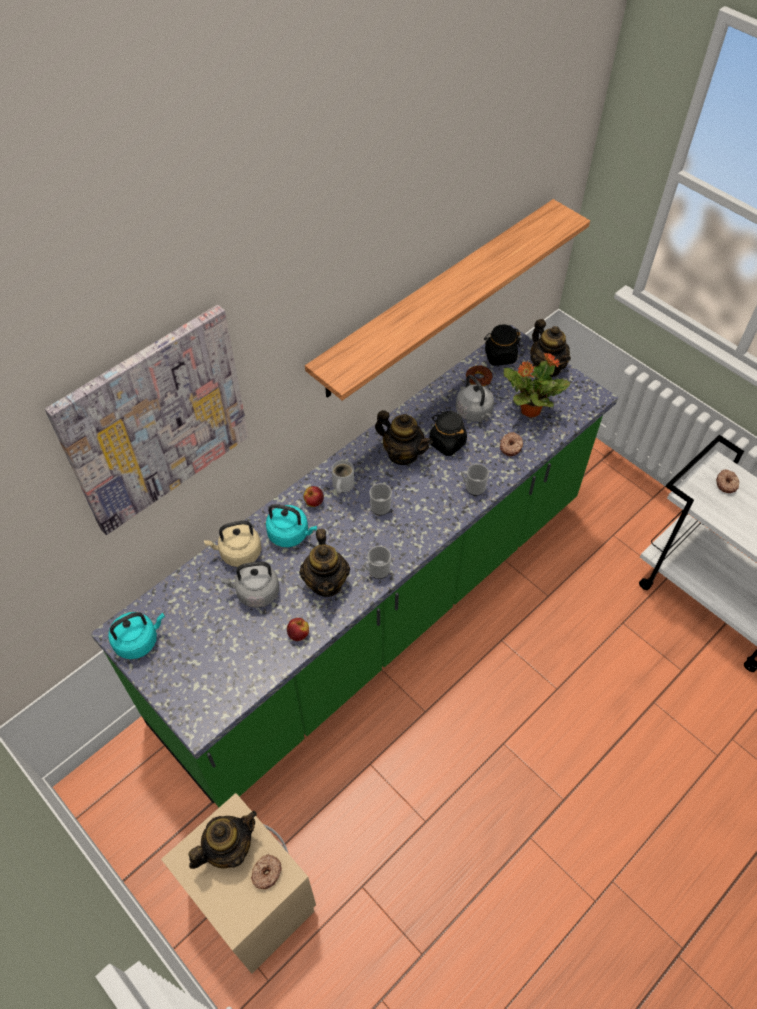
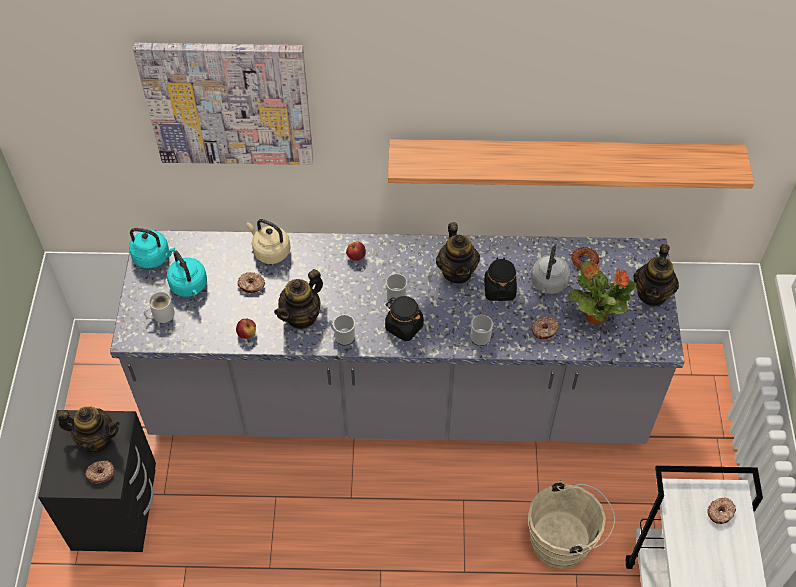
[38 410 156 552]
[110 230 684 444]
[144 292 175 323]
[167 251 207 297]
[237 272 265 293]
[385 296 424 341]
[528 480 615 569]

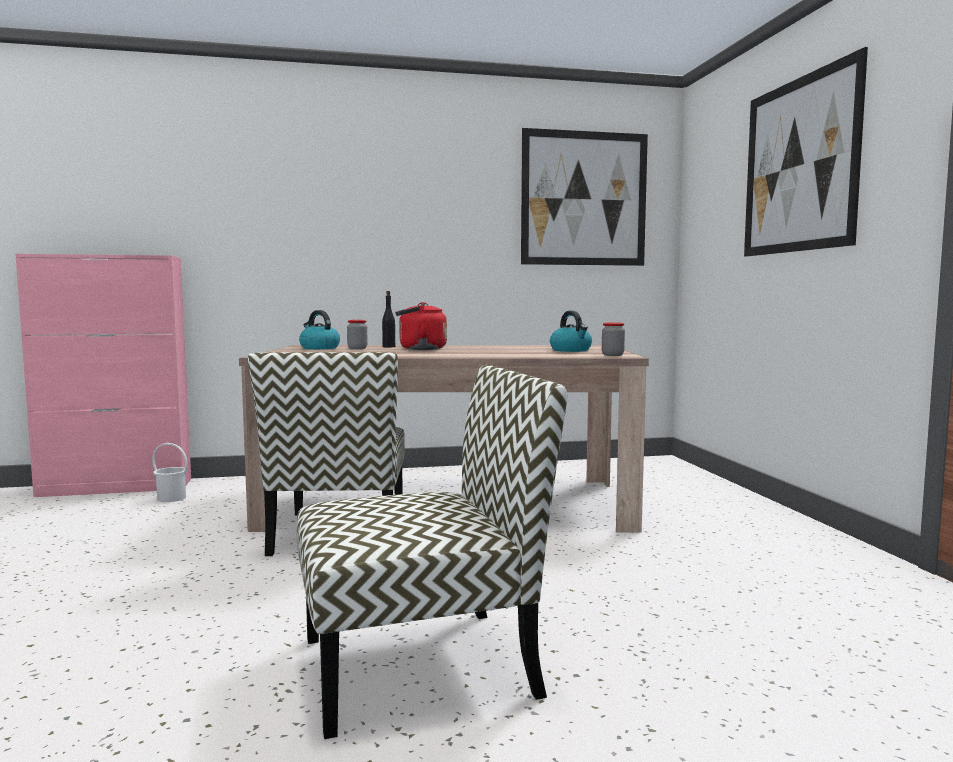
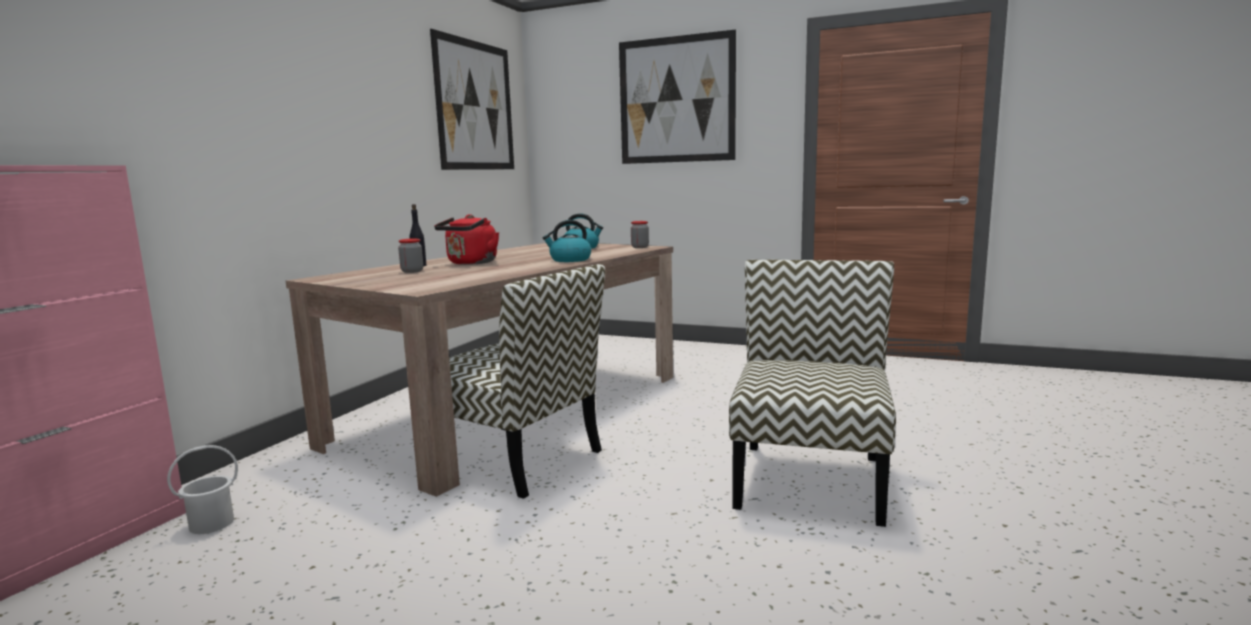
[543 220 591 262]

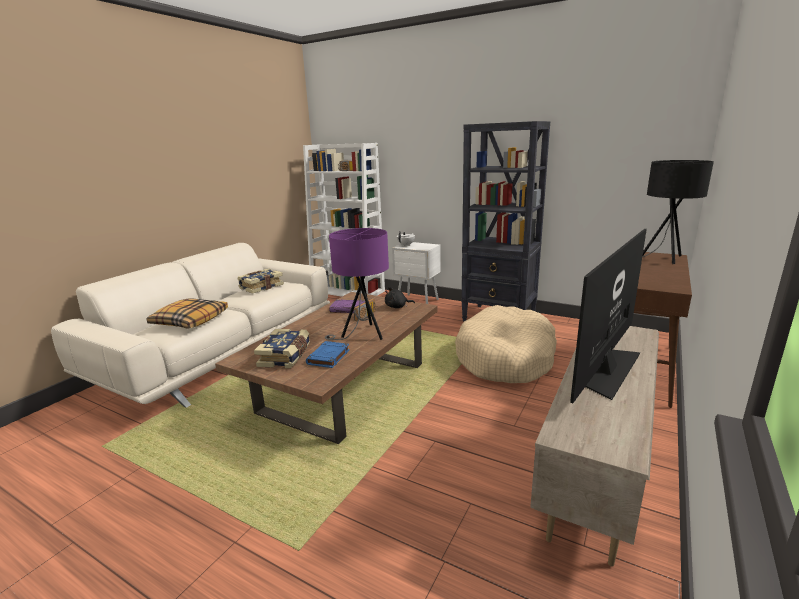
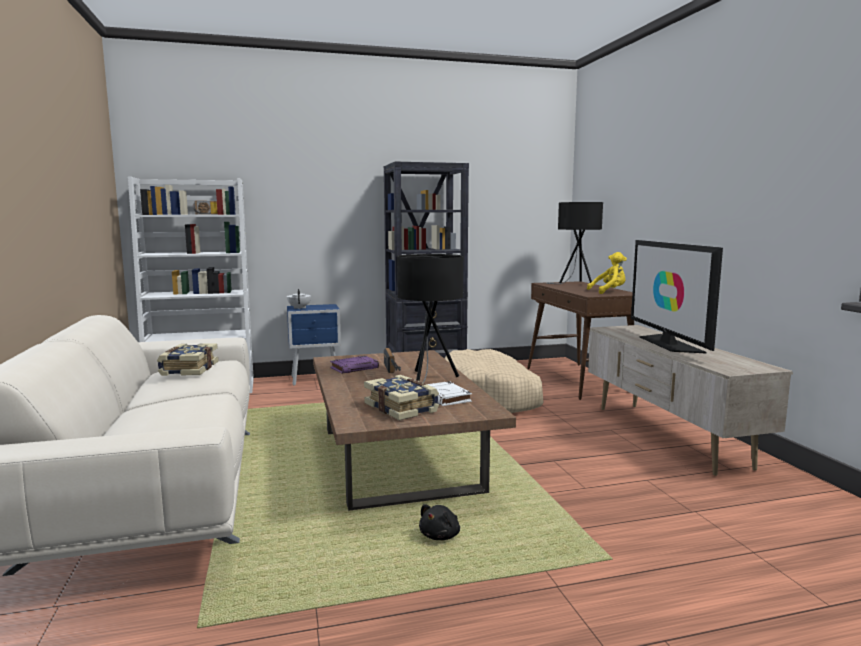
[287 304 341 386]
[397 254 463 383]
[419 504 460 540]
[428 381 472 406]
[587 252 627 294]
[146 298 228 329] (first image)

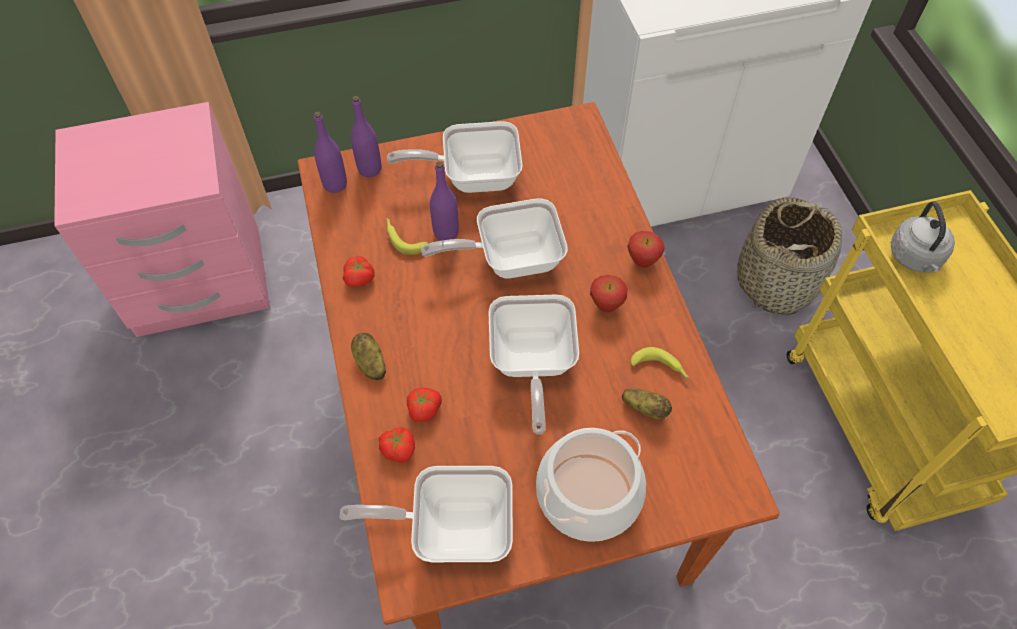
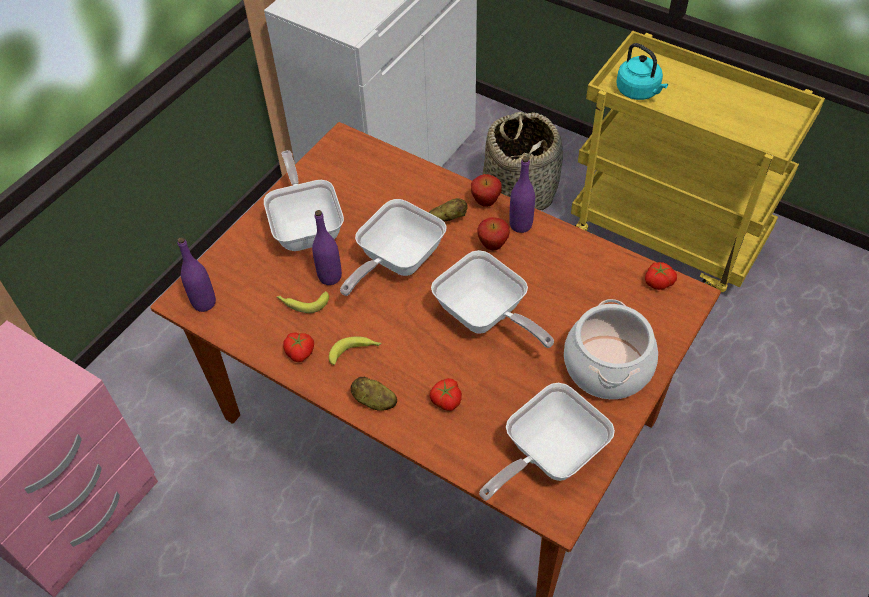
[264 150 344 251]
[329 336 381 365]
[428 198 468 221]
[509 157 535 233]
[616 43 668 100]
[645 262 677 290]

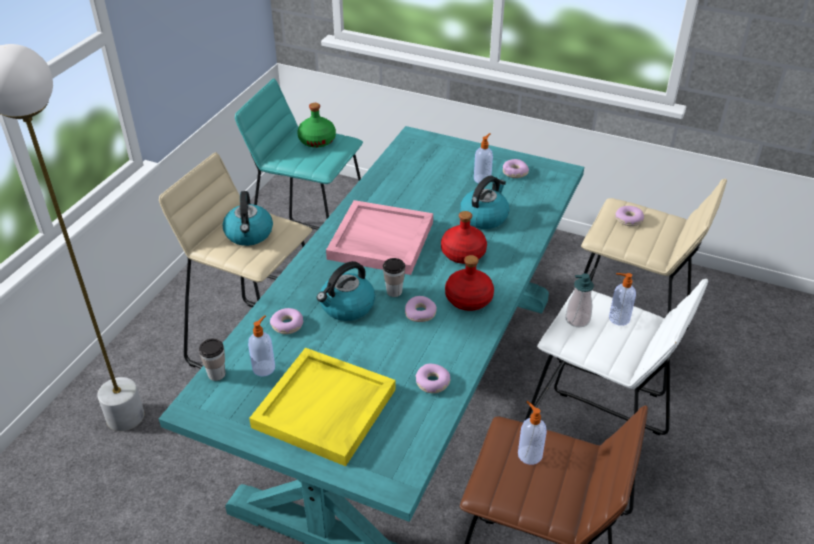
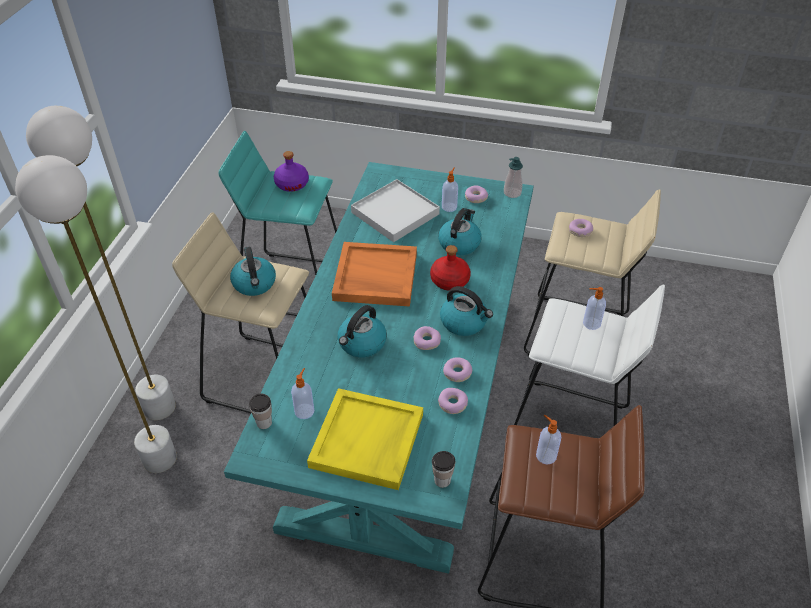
[26 106 176 420]
[274 151 309 192]
[332 242 417 307]
[351 179 440 242]
[432 451 455 488]
[440 286 493 336]
[443 357 472 382]
[504 157 523 198]

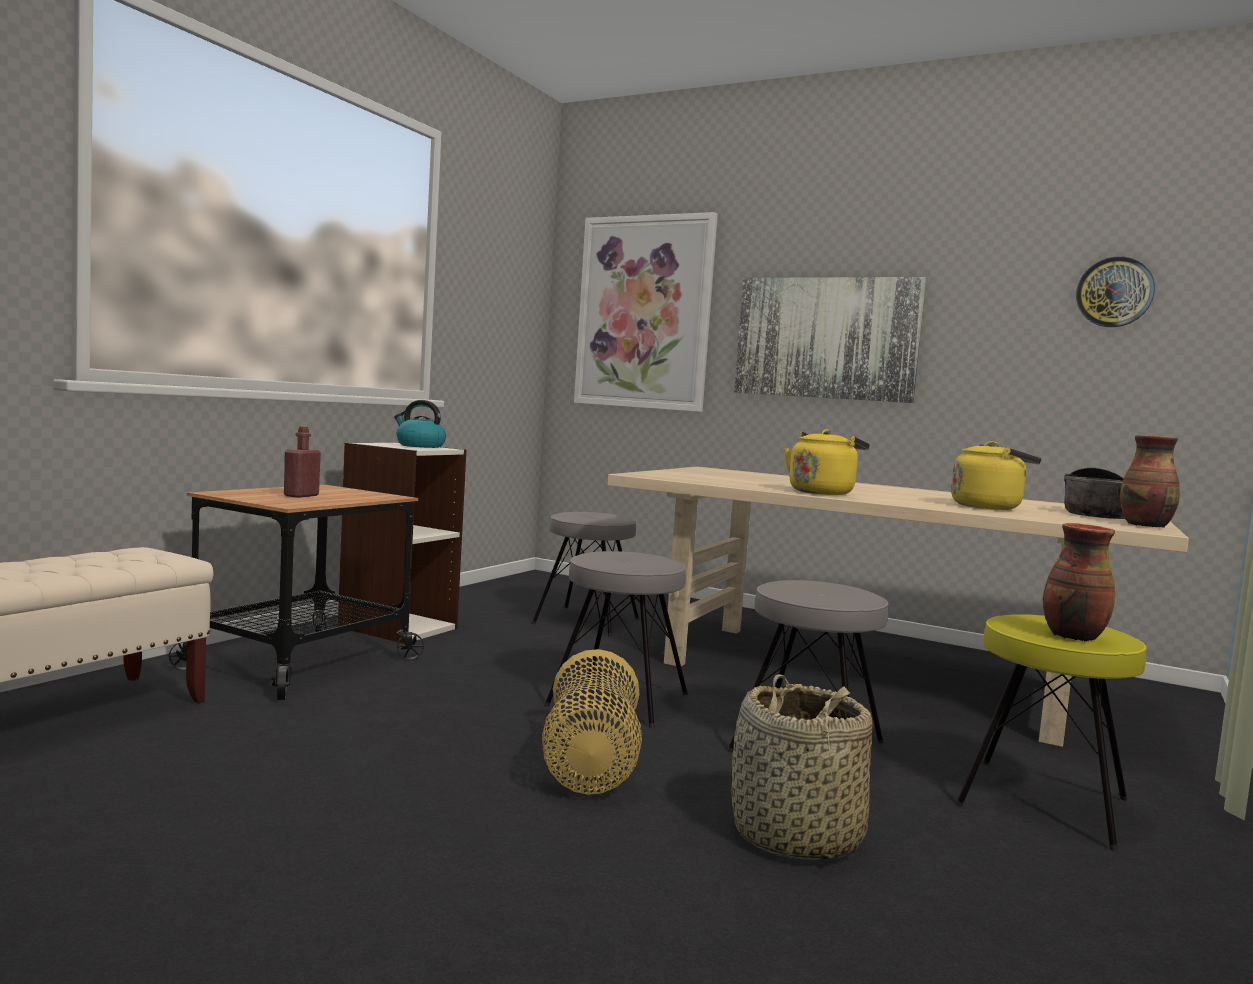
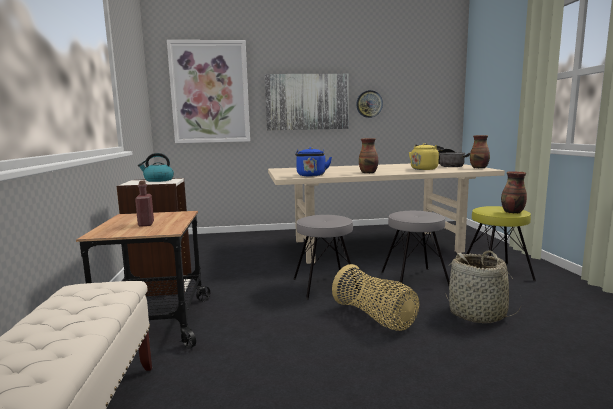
[295 147 332 176]
[356 90 383 118]
[359 138 378 174]
[531 512 639 637] (first image)

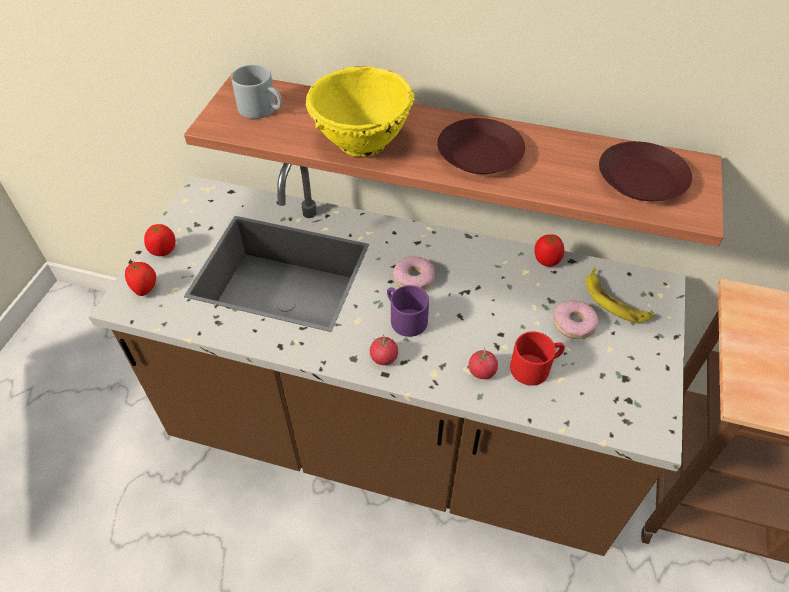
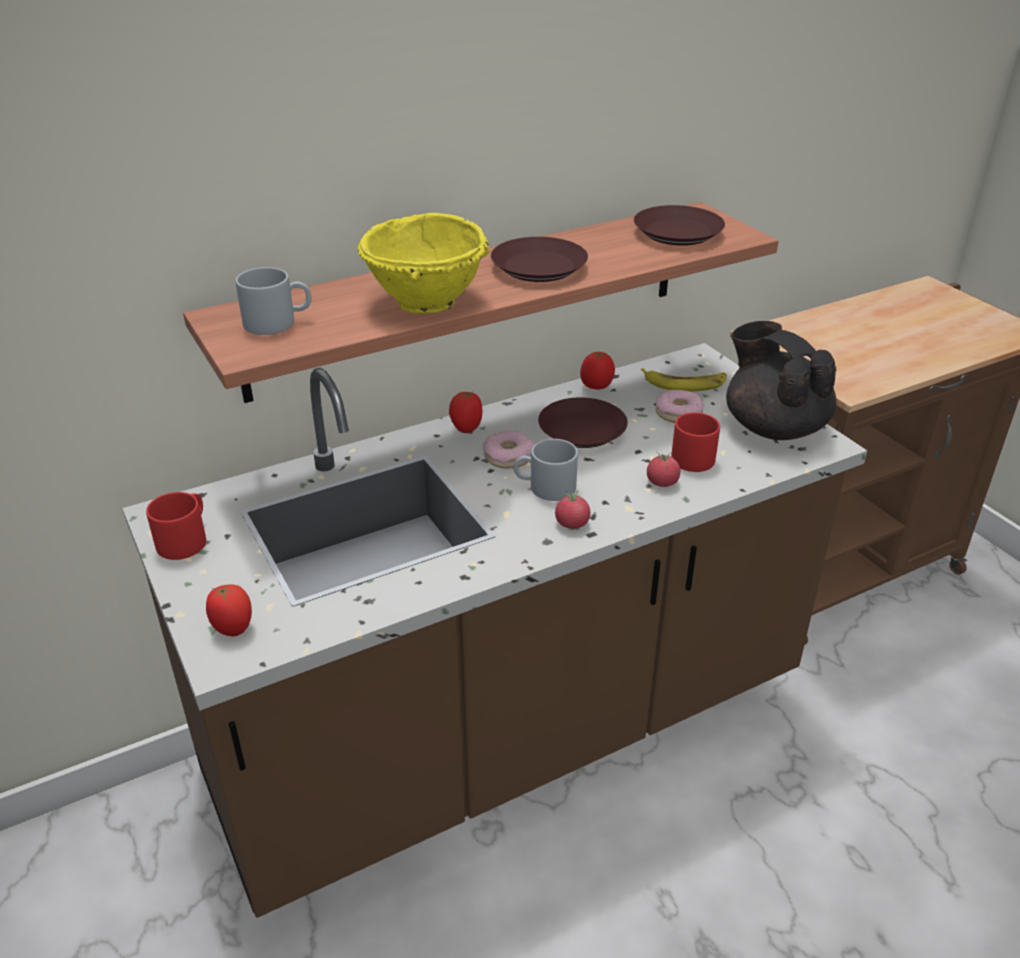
[146 492 206 560]
[449 391 482 433]
[513 439 578 501]
[538 397 628 448]
[726 321 837 440]

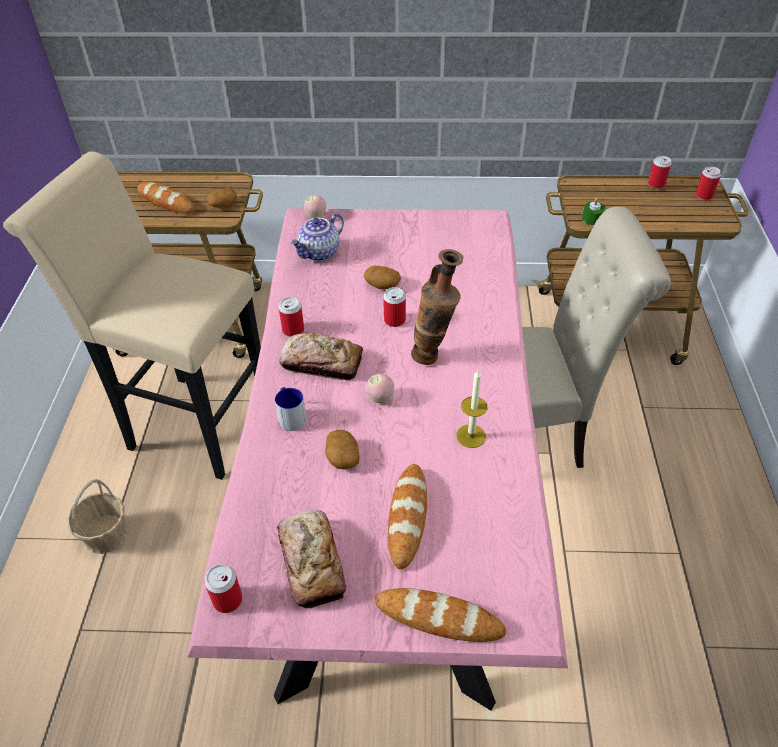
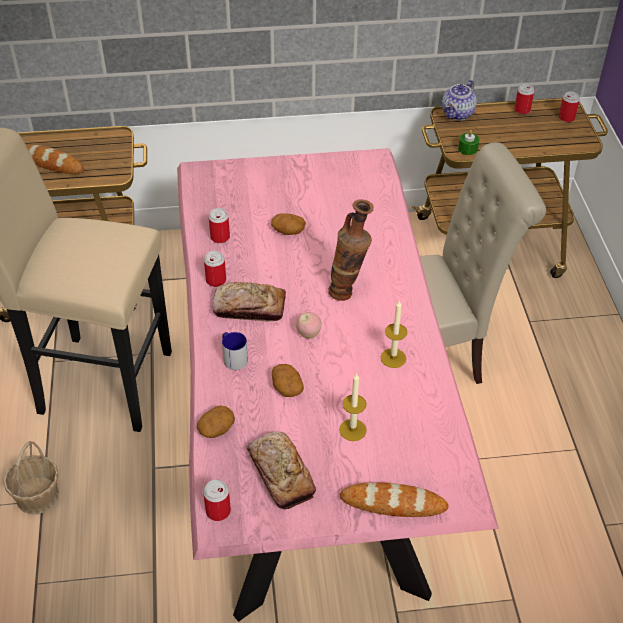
[197 405 235 438]
[209 208 230 243]
[339 373 367 441]
[442 80 477 120]
[304 195 326 218] (first image)

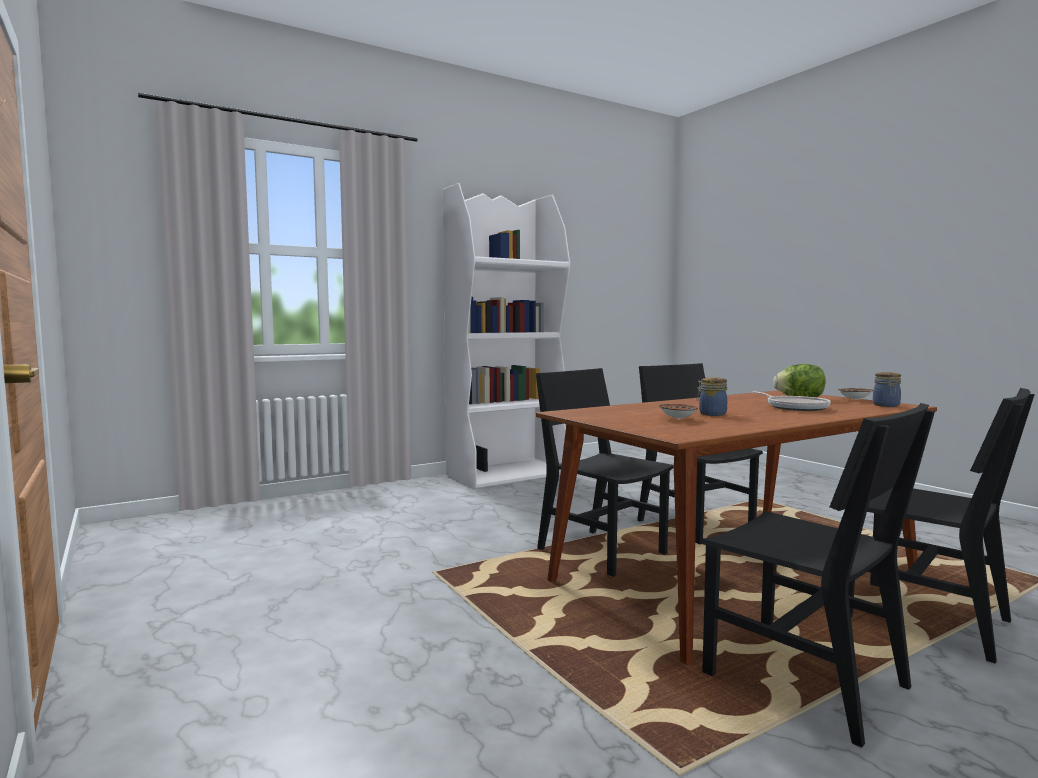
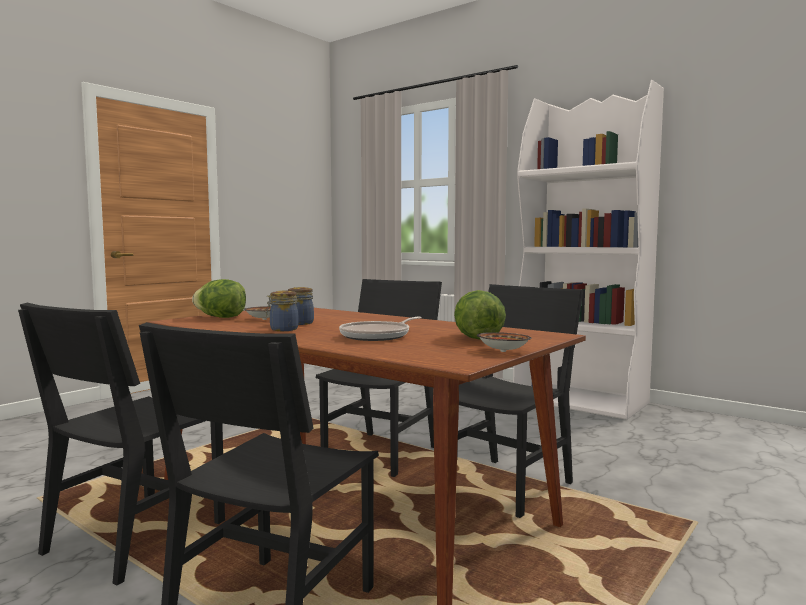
[192 279 246 318]
[266 291 299 331]

